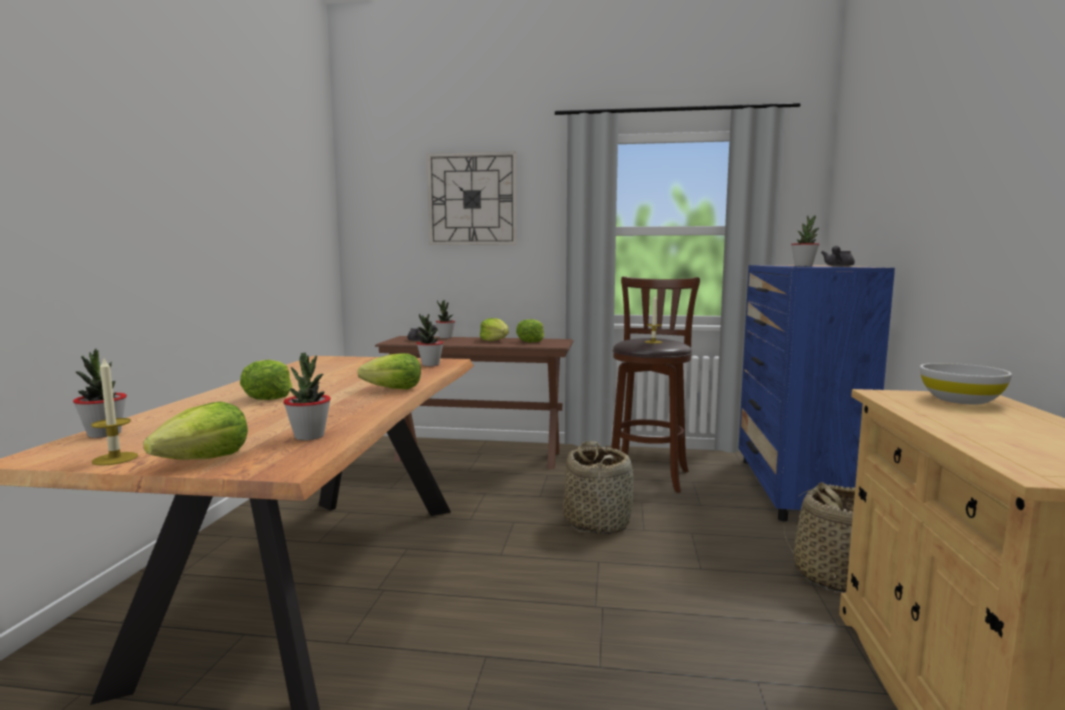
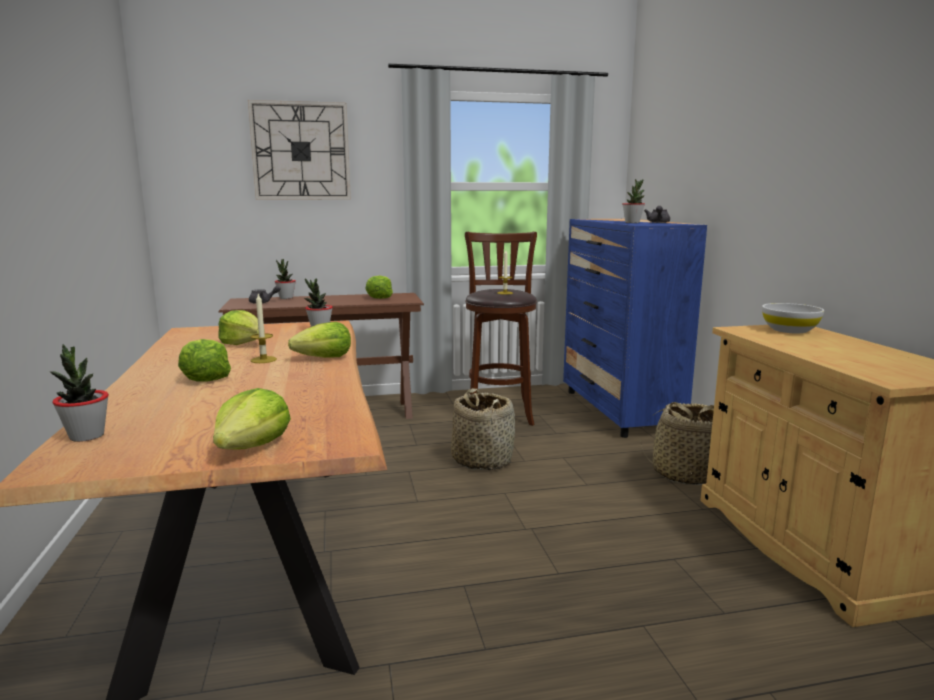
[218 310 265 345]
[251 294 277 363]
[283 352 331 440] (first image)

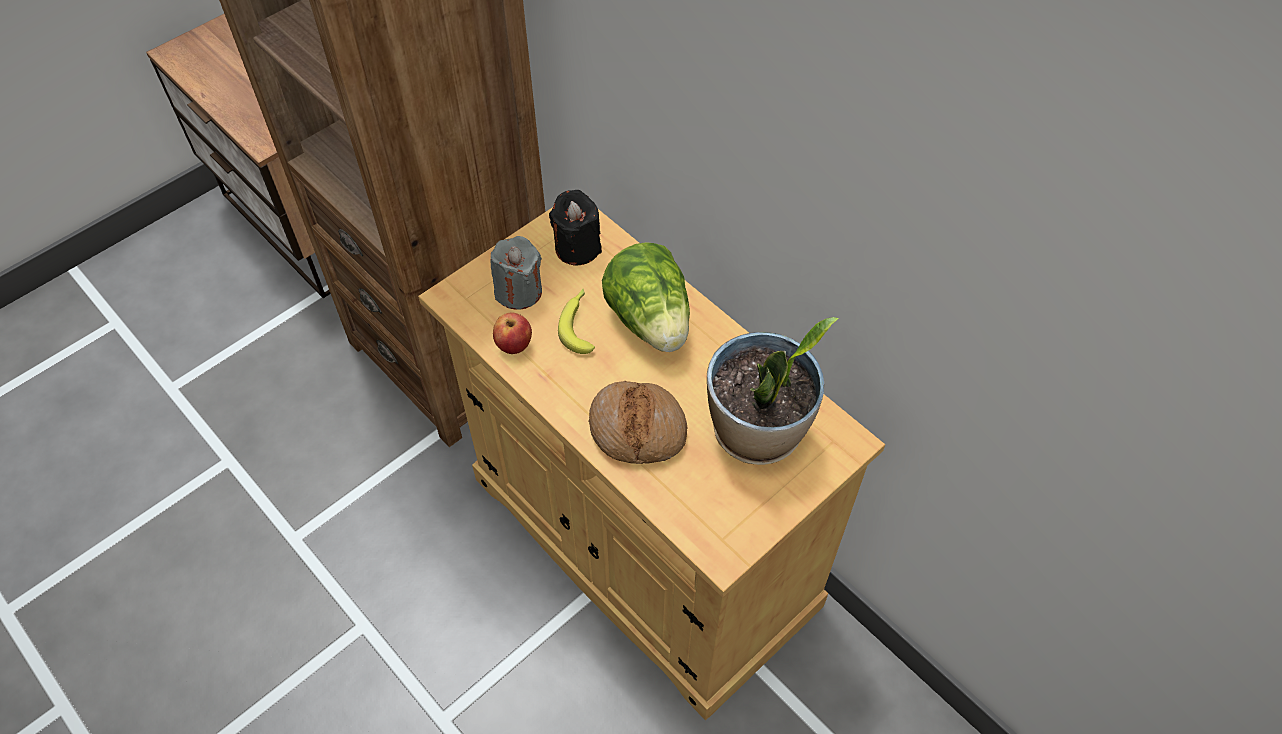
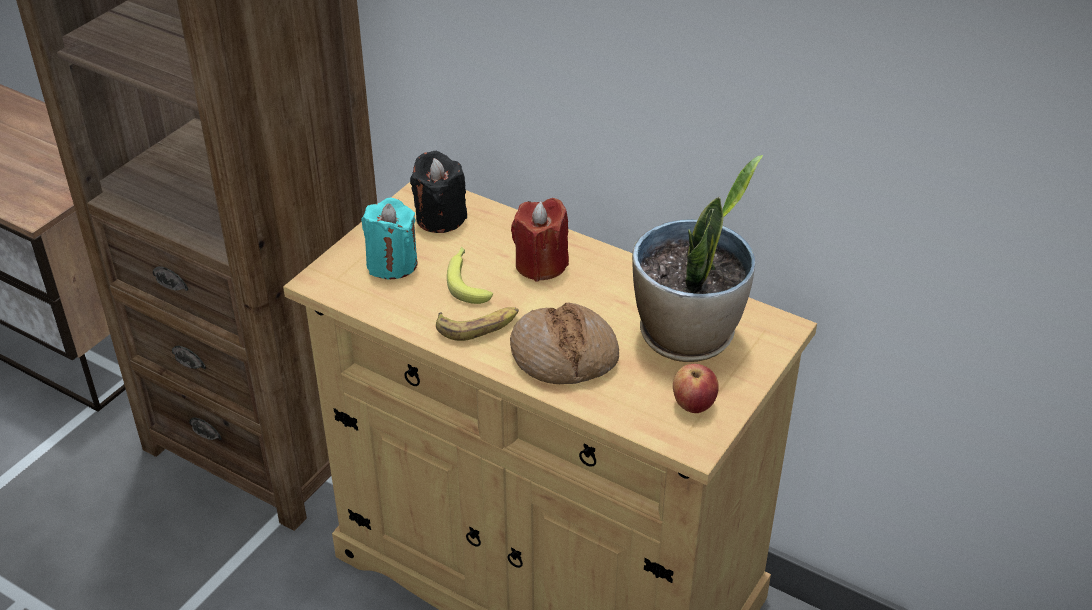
[361 198 417 280]
[436 307 519 341]
[511 198 569 282]
[673 364 719 413]

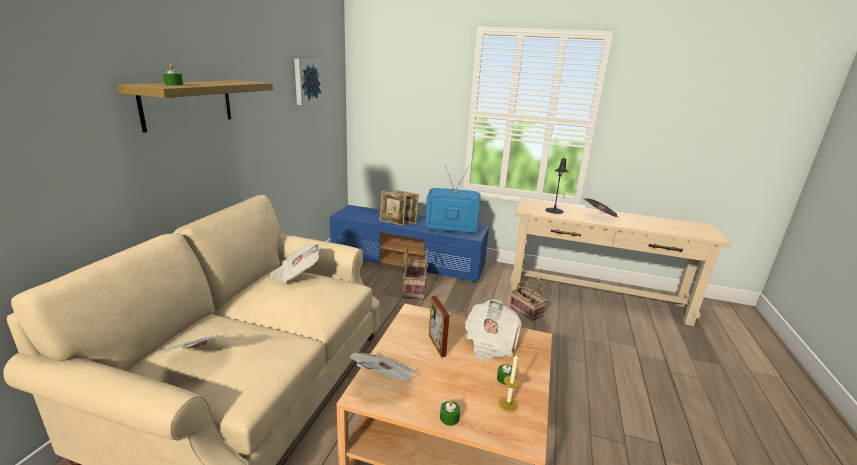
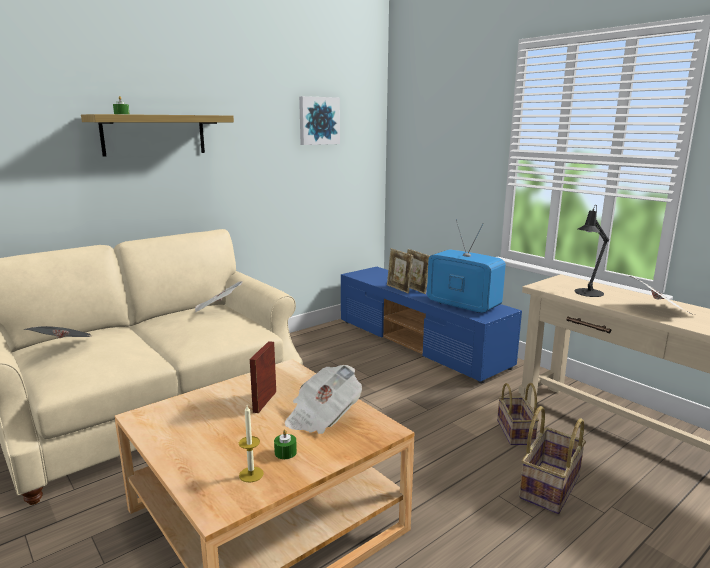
[519 406 586 514]
[350 352 416 382] (first image)
[440 400 460 426] (first image)

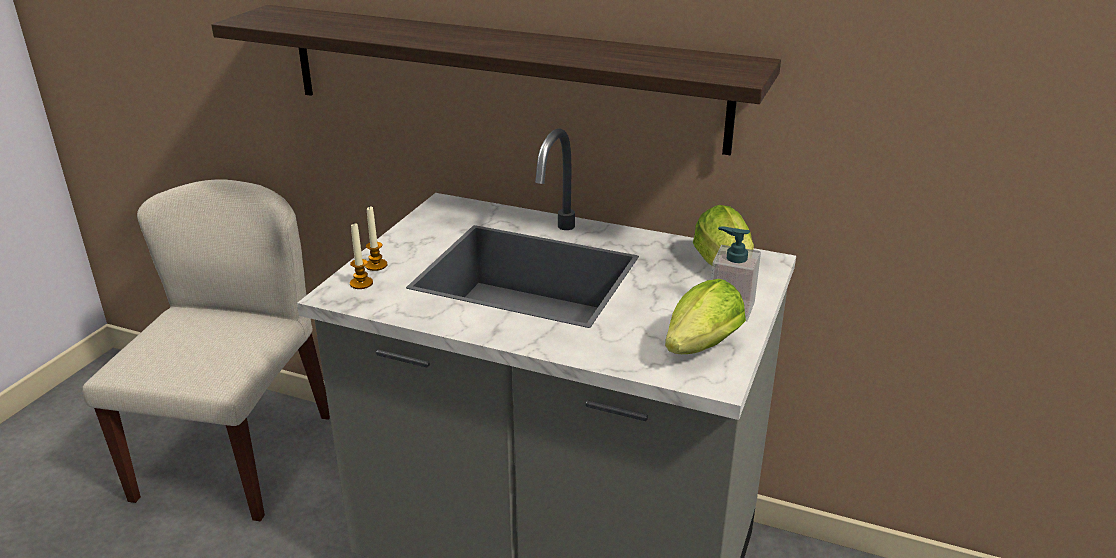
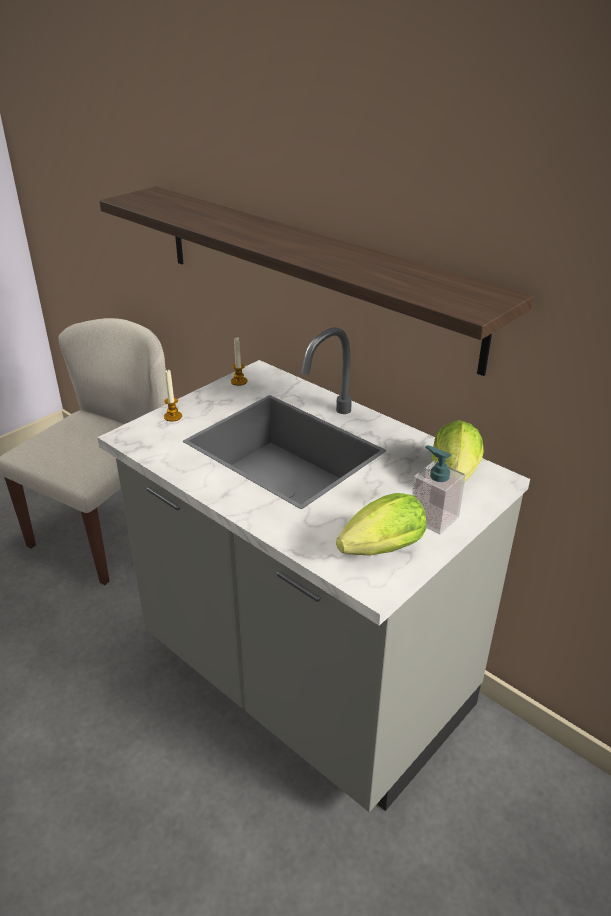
[231 336 247 386]

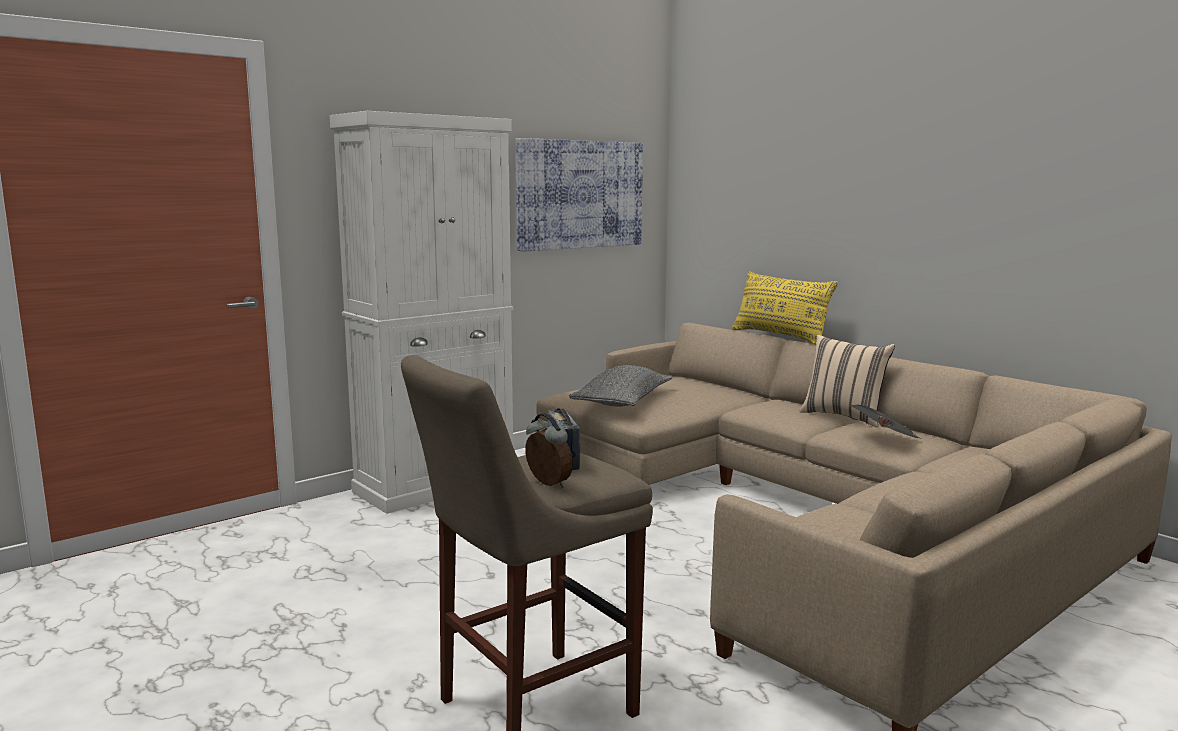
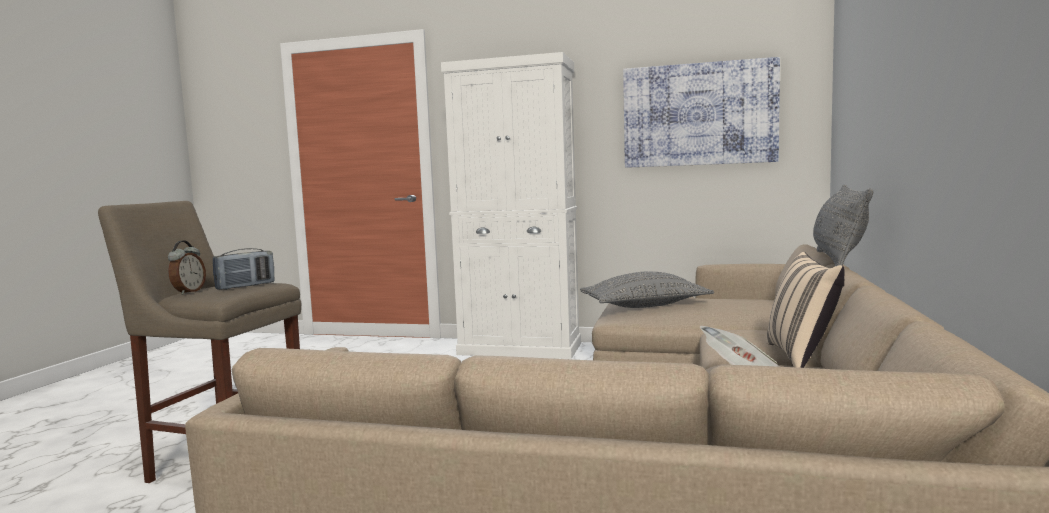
[813 185 873 266]

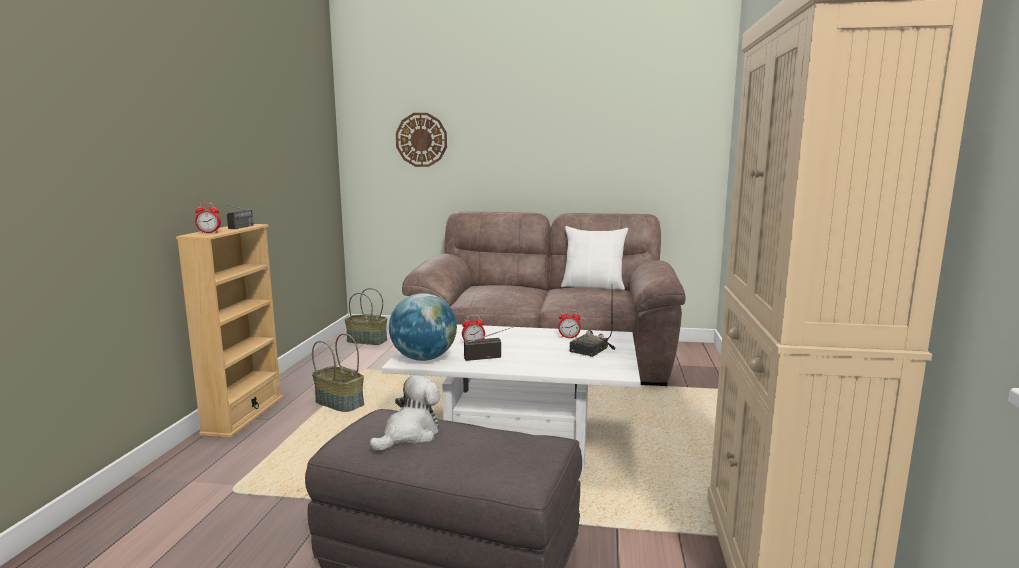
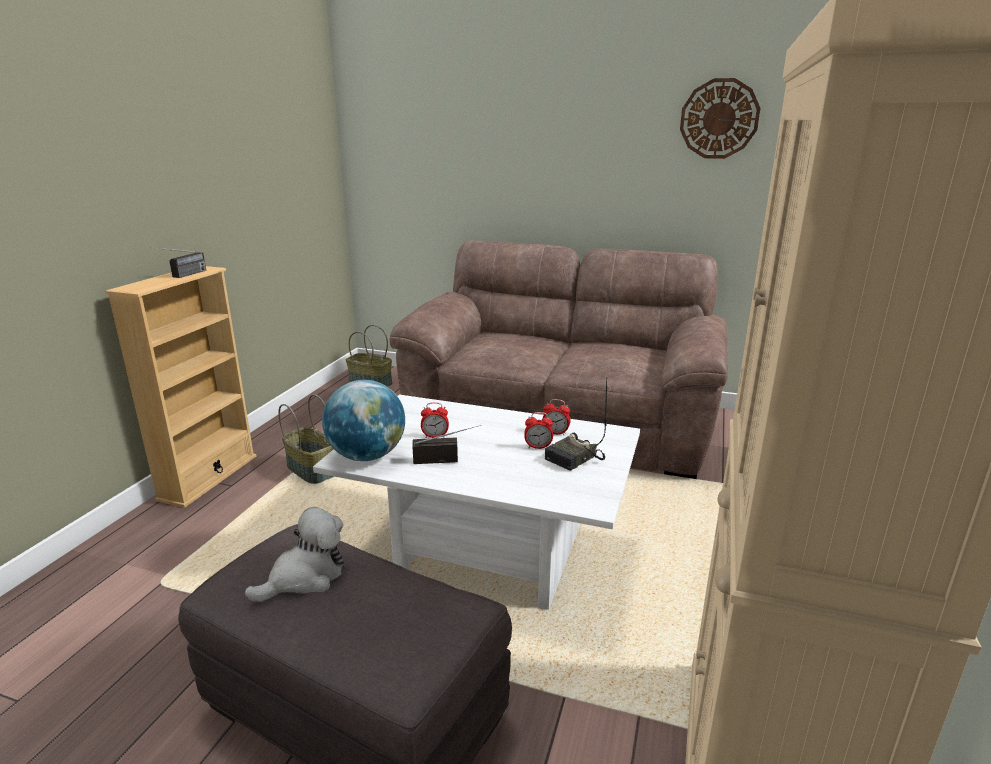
[524 412 553 449]
[680 78 761 159]
[561 226 628 290] (first image)

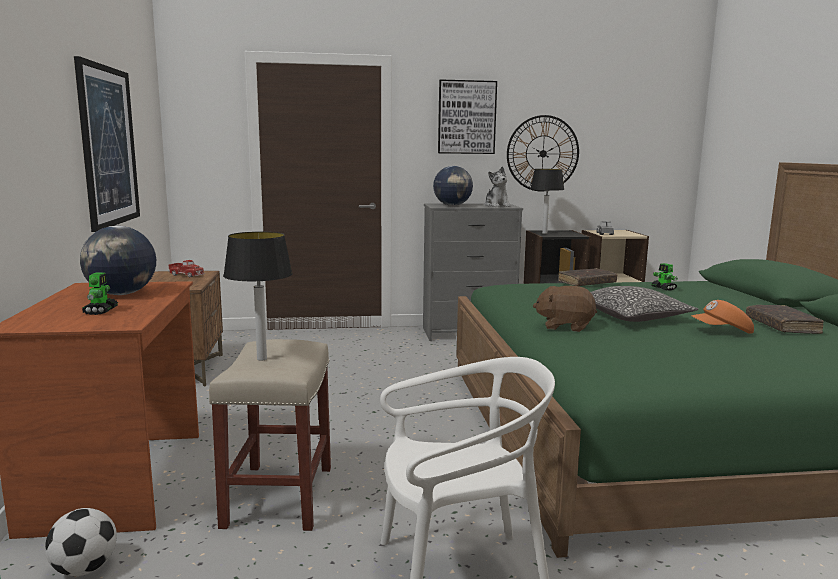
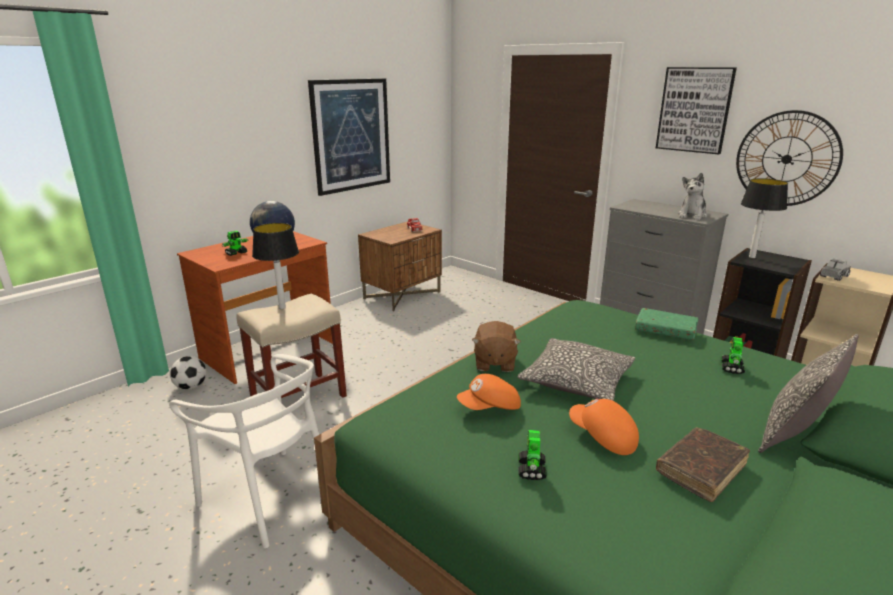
[457 374 521 410]
[472 321 521 372]
[518 430 547 480]
[635 308 698 340]
[758 334 858 453]
[433 166 473 206] (first image)

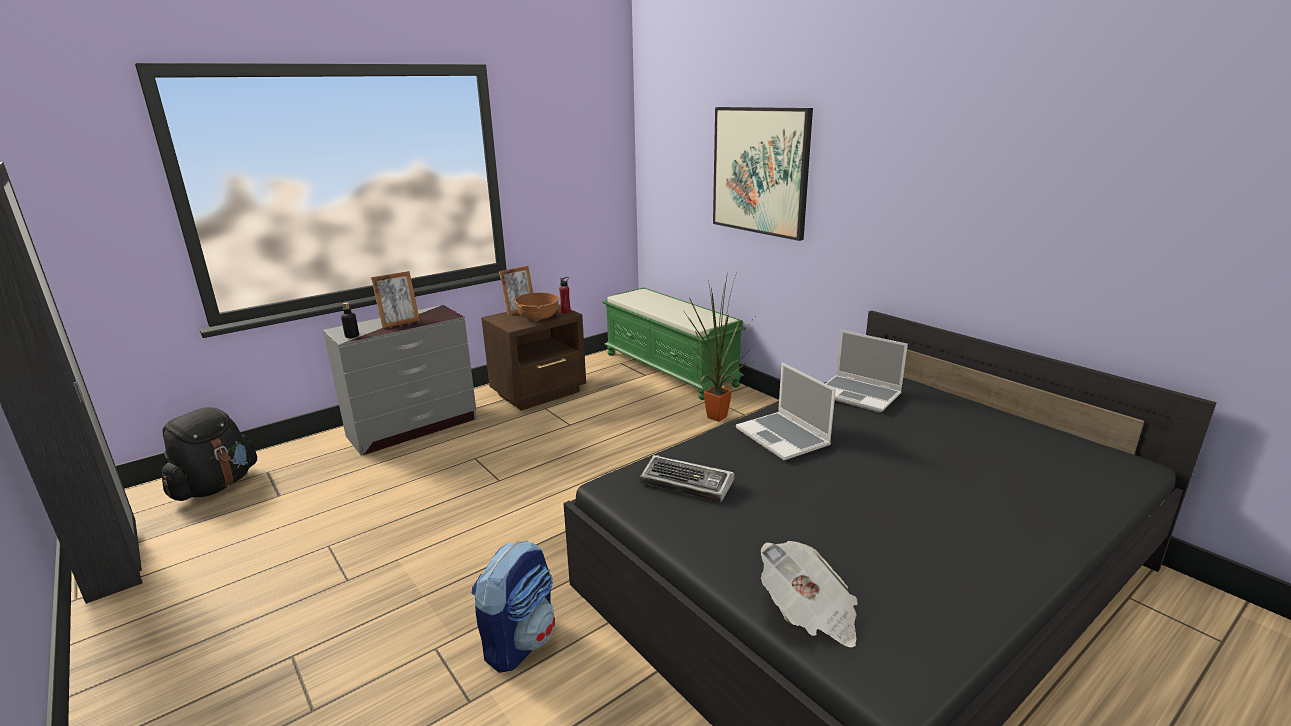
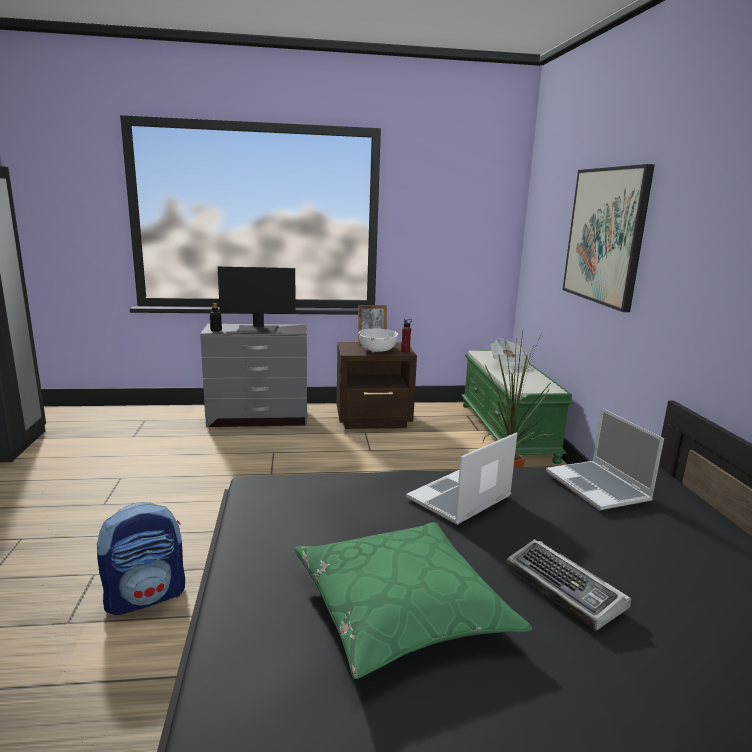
[218 266 296 333]
[295 522 532 679]
[358 329 398 353]
[406 433 517 525]
[490 339 532 373]
[506 539 631 631]
[162 407 257 501] (first image)

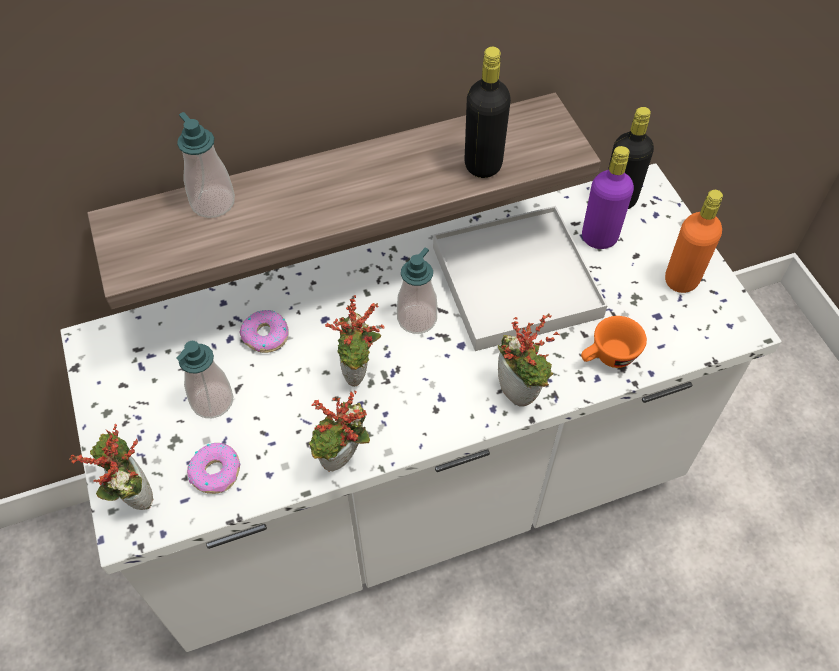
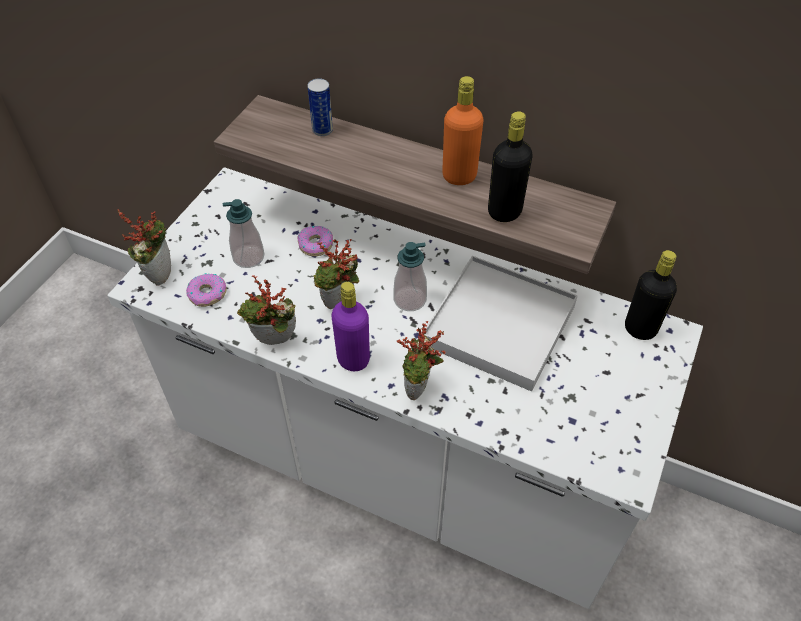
[307 78 333 136]
[331 282 370 371]
[442 76 484 185]
[581 316 647 368] (first image)

